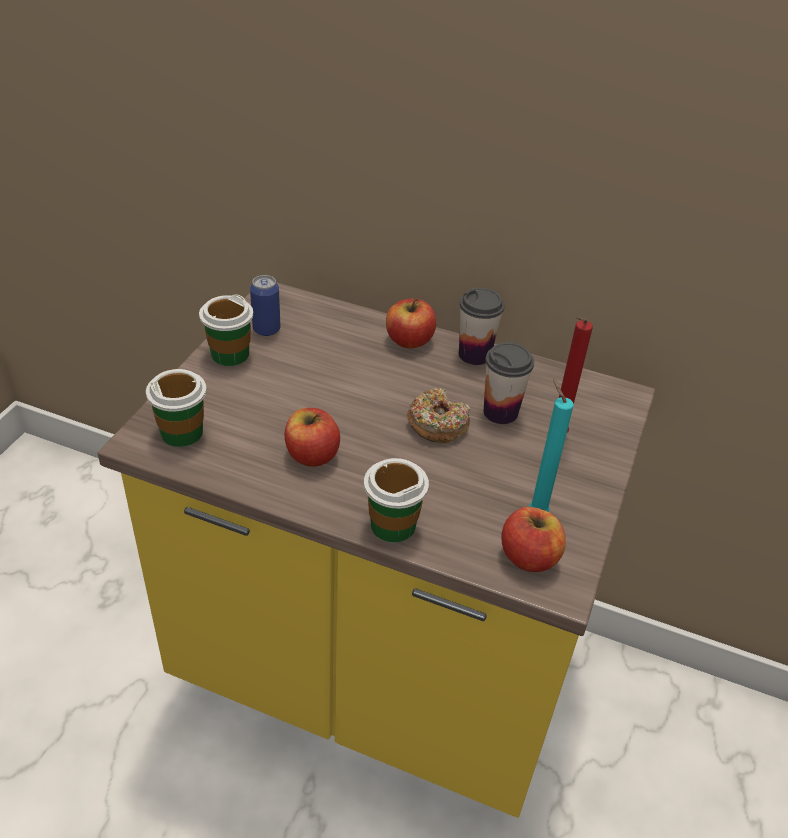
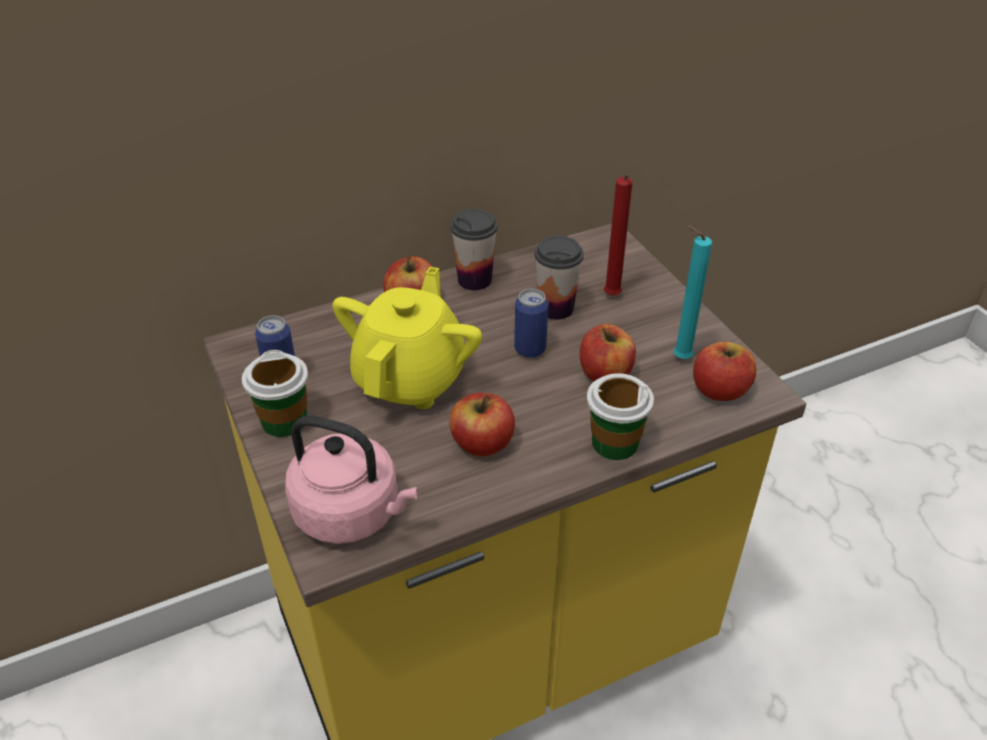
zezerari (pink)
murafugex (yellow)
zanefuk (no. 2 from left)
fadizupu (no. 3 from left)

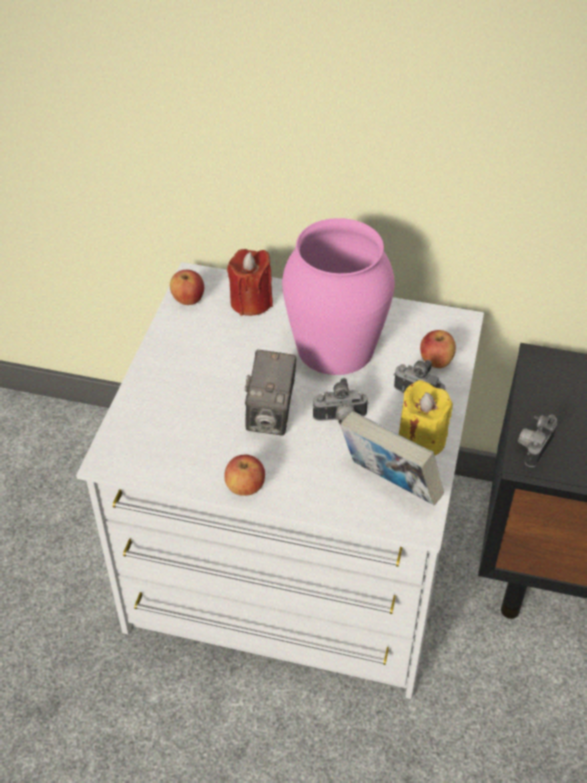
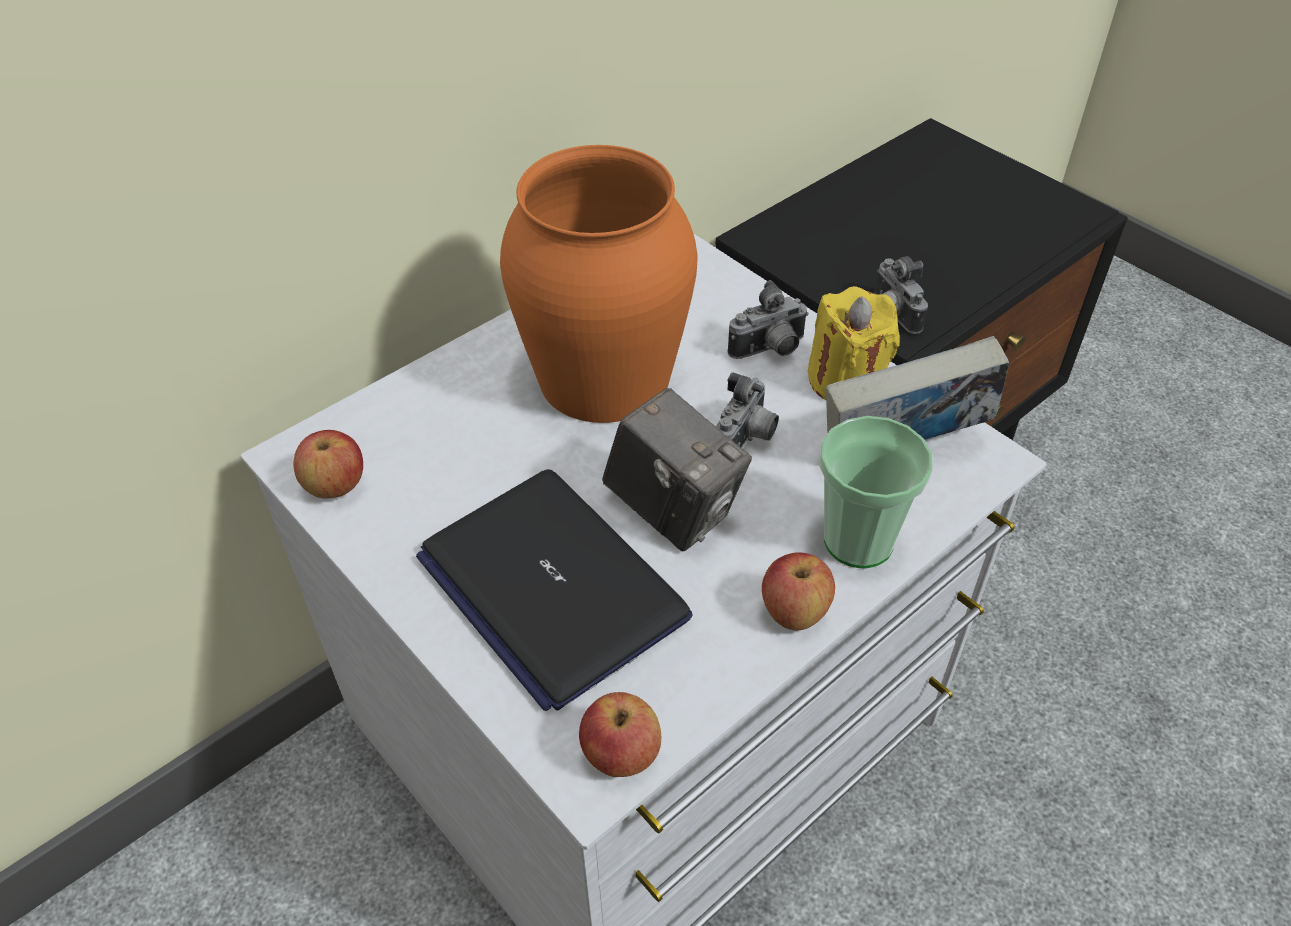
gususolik
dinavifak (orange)
fadizupu (no. 2 from left)
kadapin
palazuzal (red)

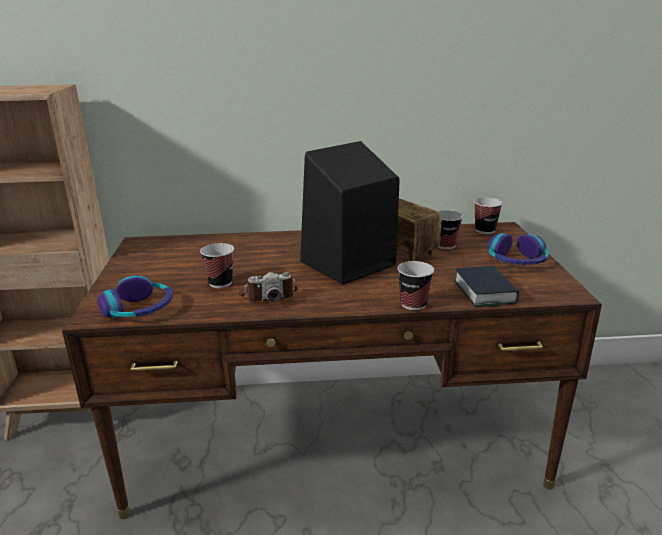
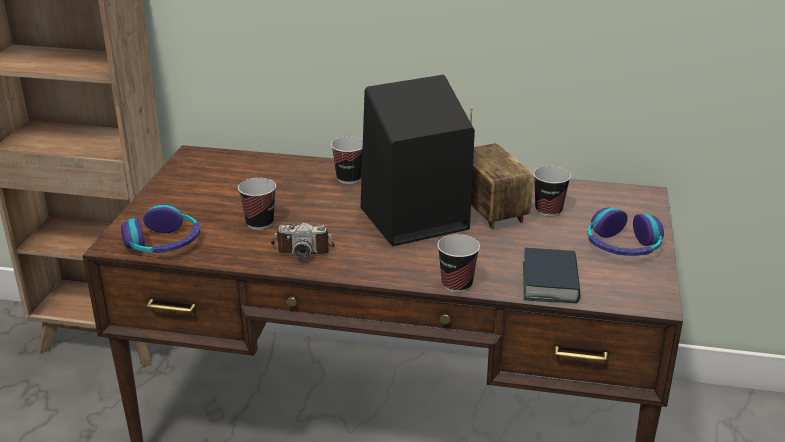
kadapin (no. 2 from left)

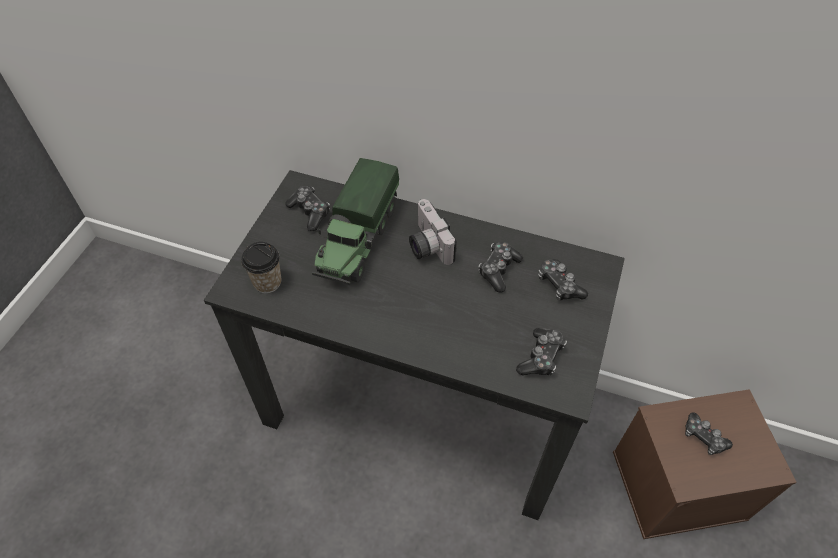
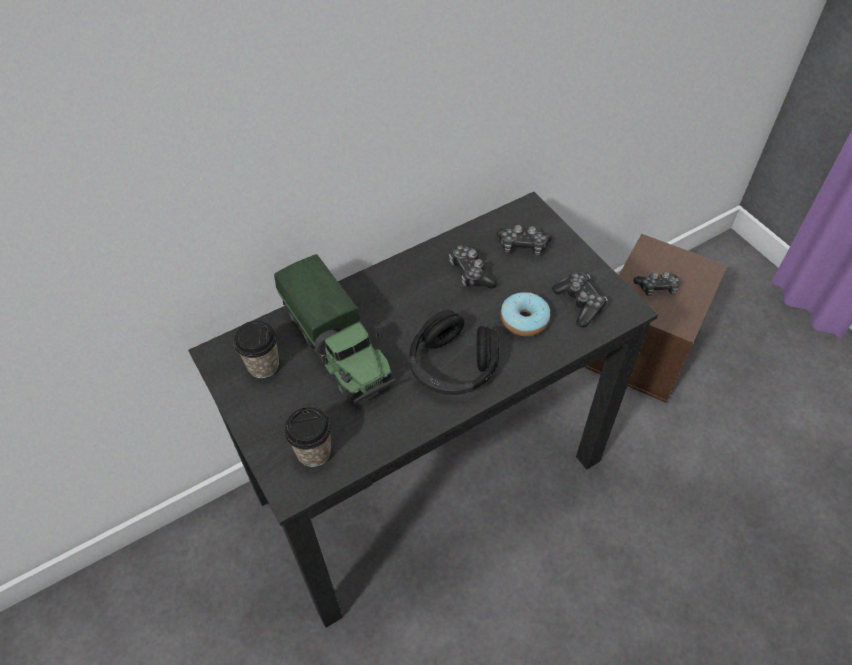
kadapin (no. 1 from left)
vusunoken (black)
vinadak
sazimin

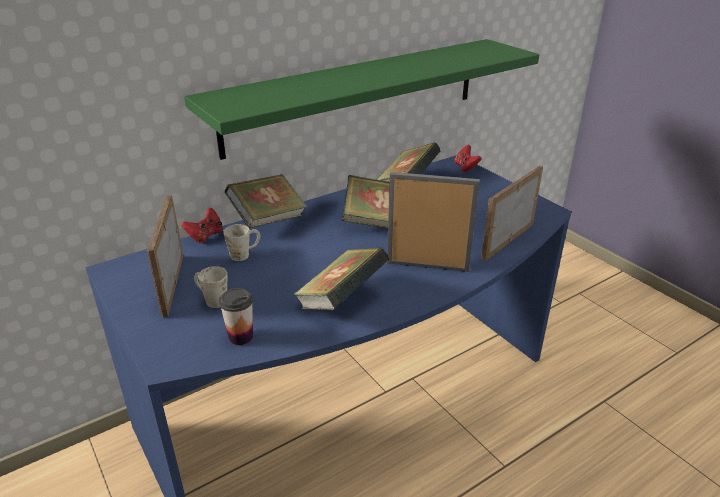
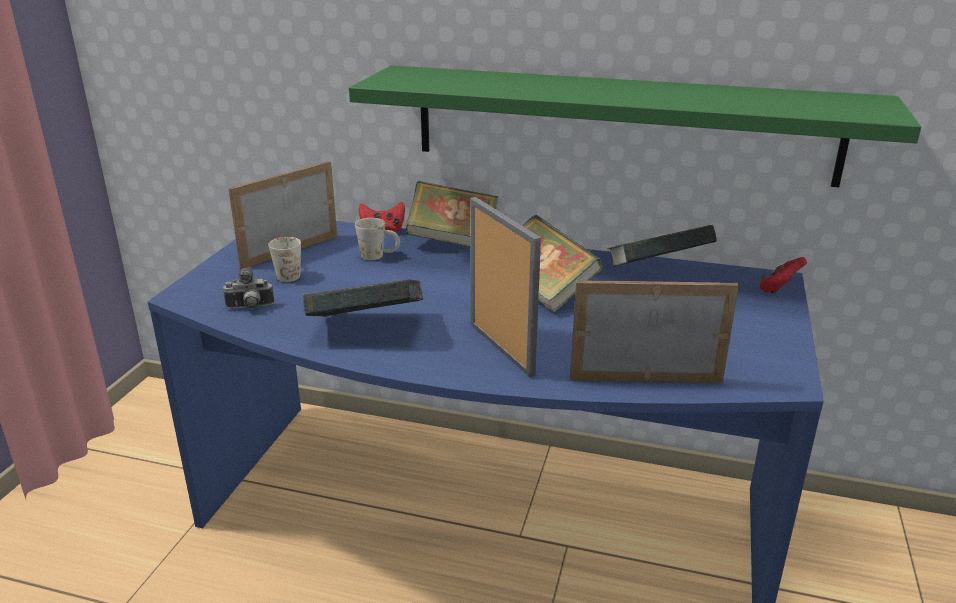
sazimin

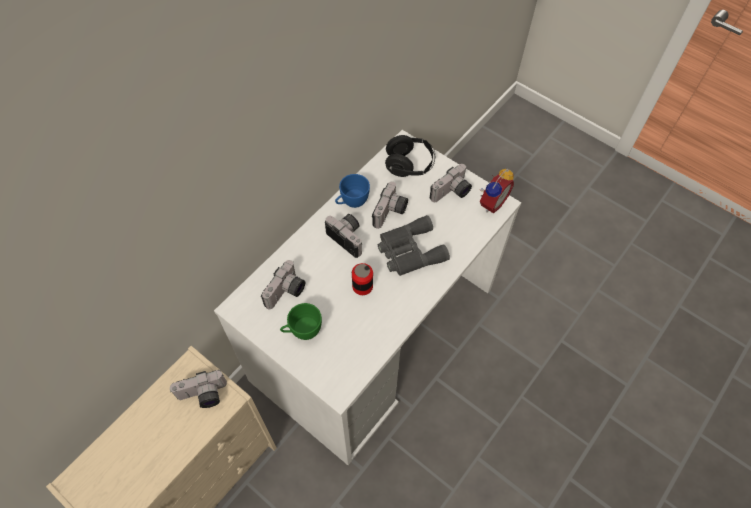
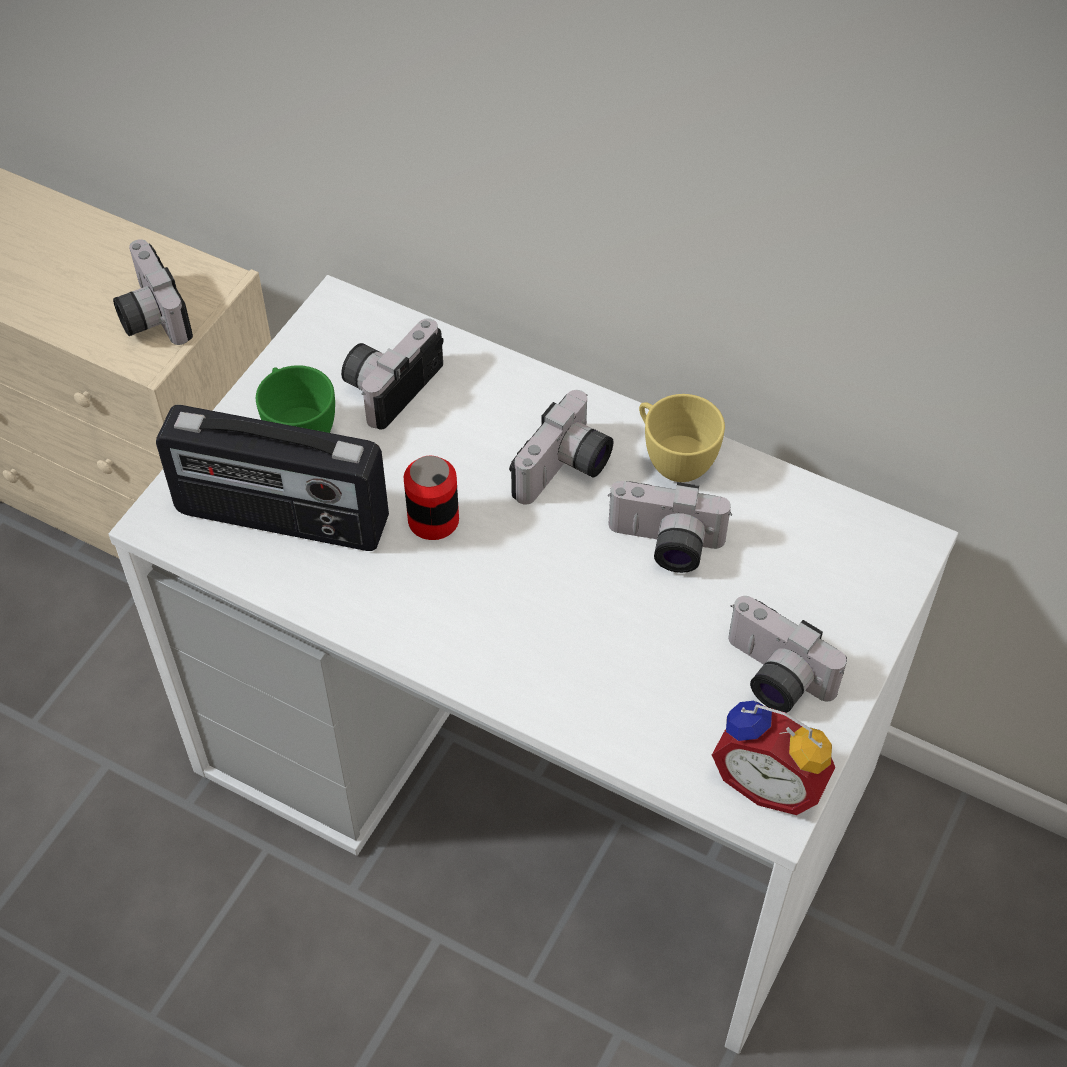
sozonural
sazimin (no. 2 from left)
kadapin (yellow)
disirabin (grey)
vusunoken (black)

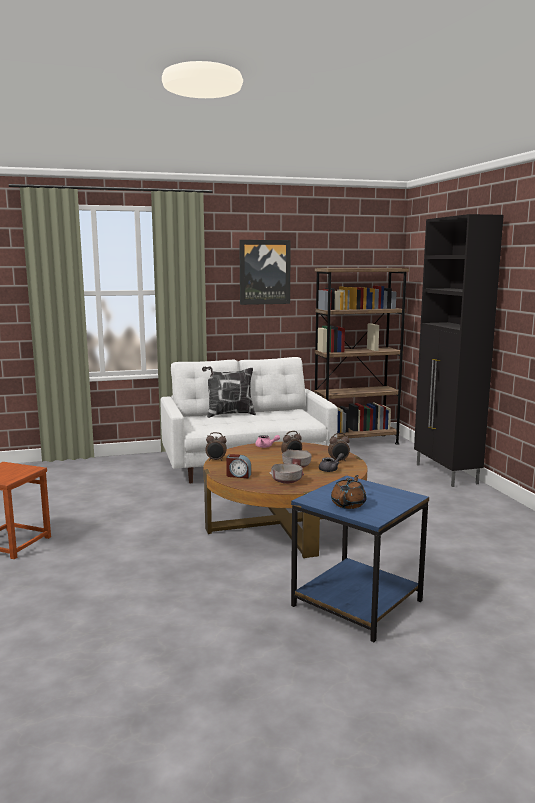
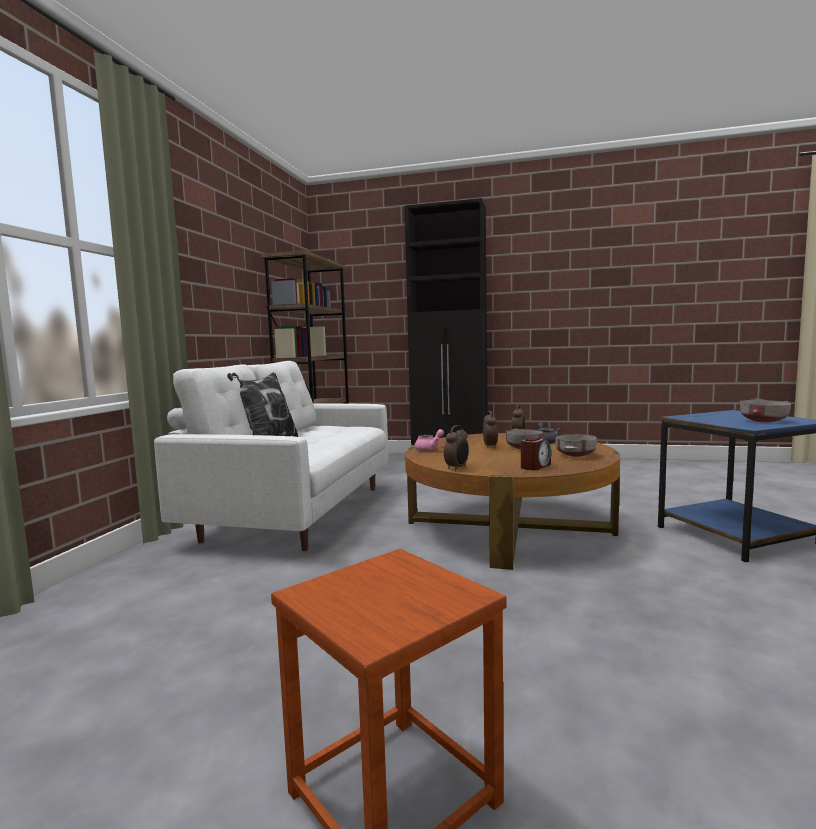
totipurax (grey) (no. 3 from left)
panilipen

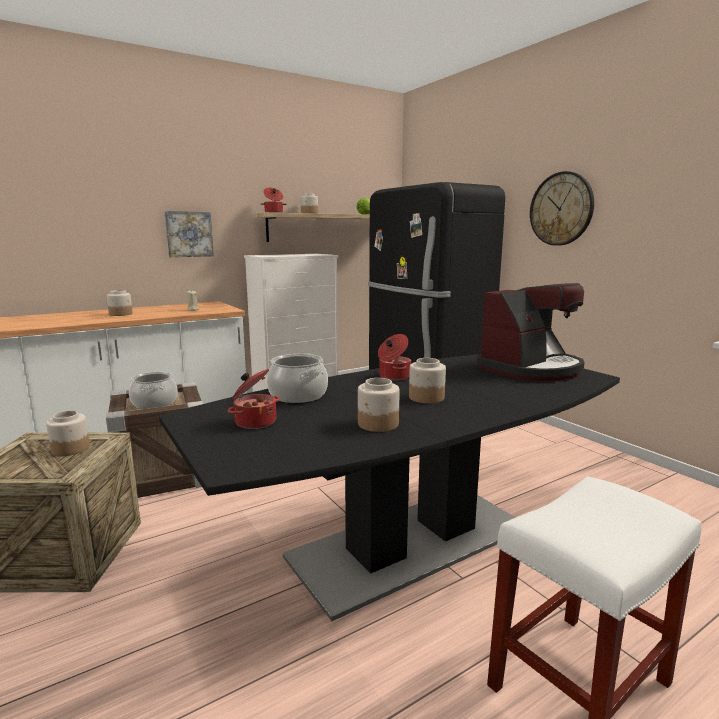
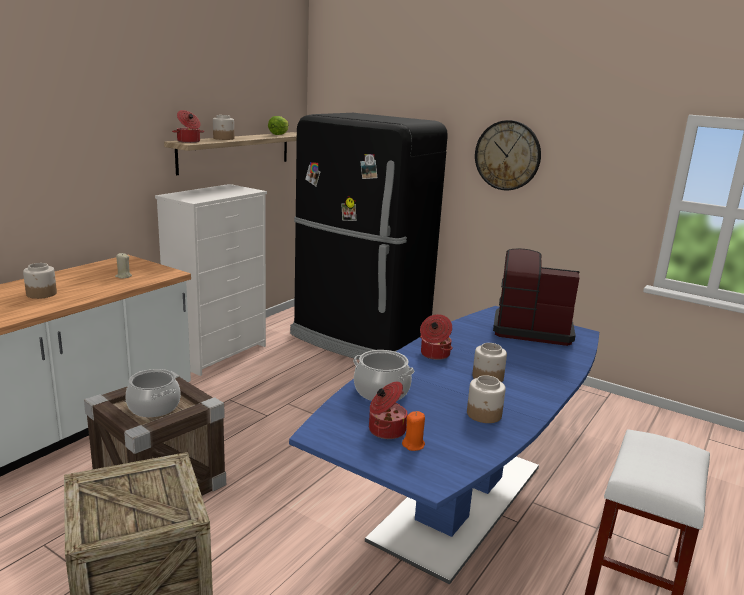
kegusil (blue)
palazuzal (orange)
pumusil
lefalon (no. 1 from left in the first image)
panilipen

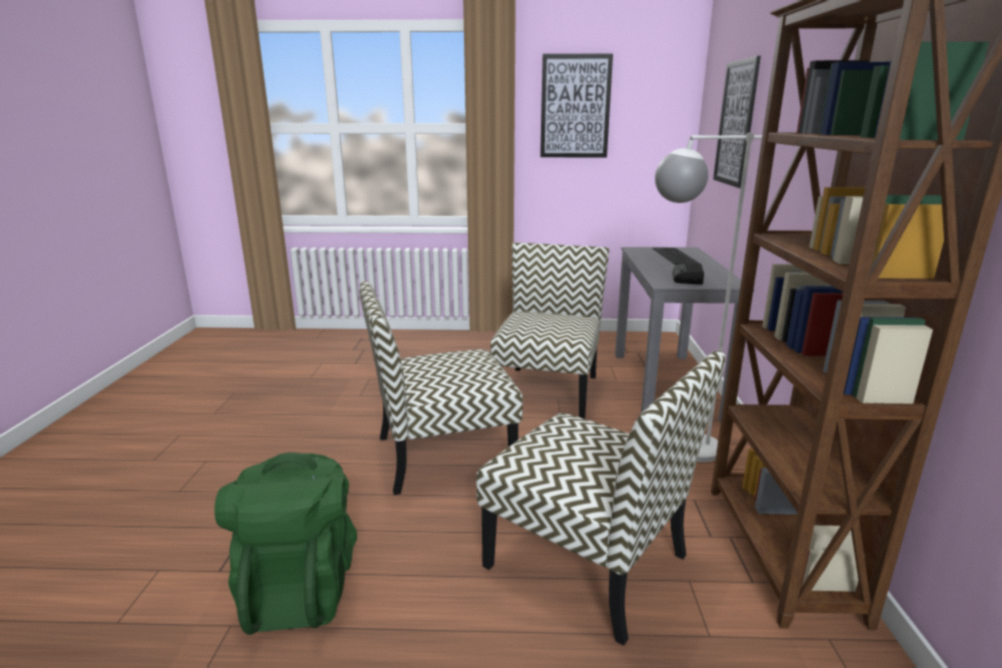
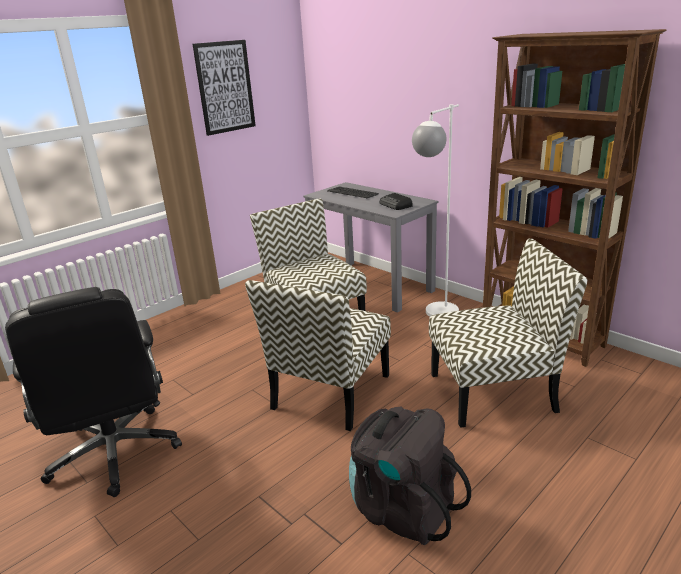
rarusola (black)
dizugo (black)
panilipen (no. 2 from left in the first image)

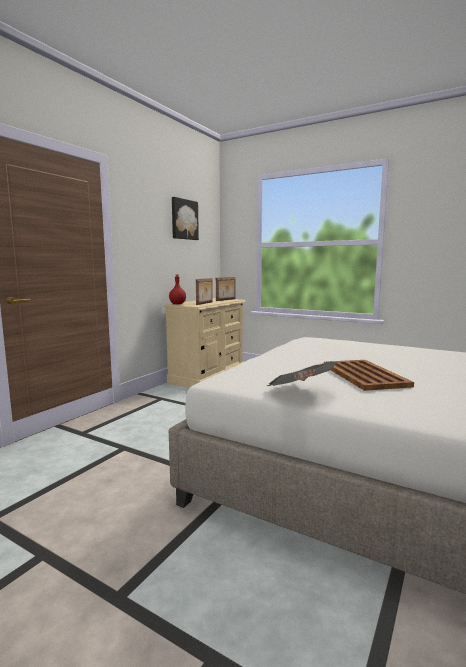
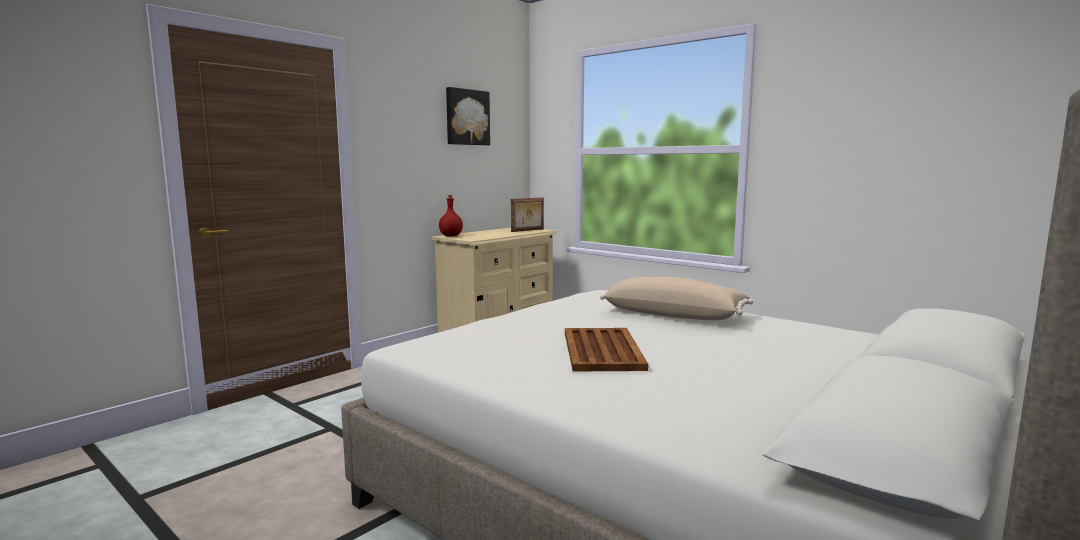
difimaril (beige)
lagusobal (no. 1 from left in the first image)
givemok

